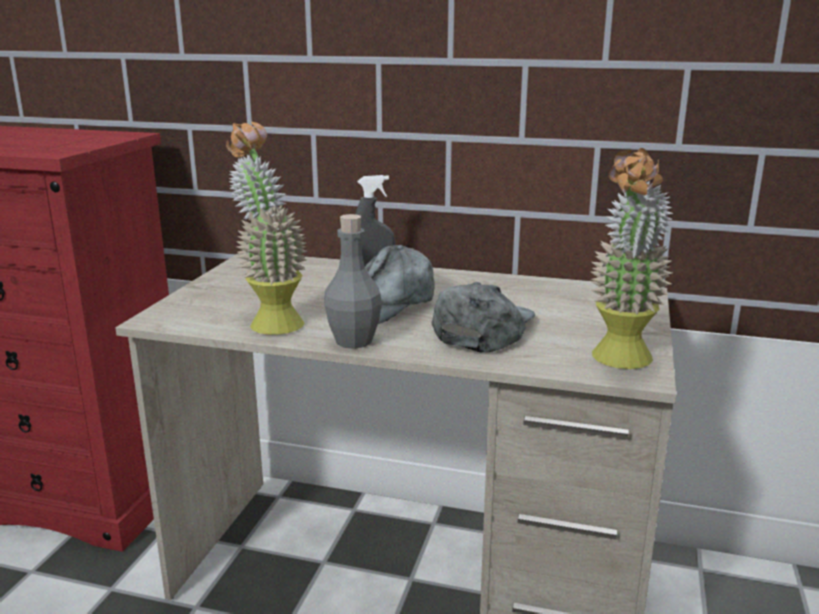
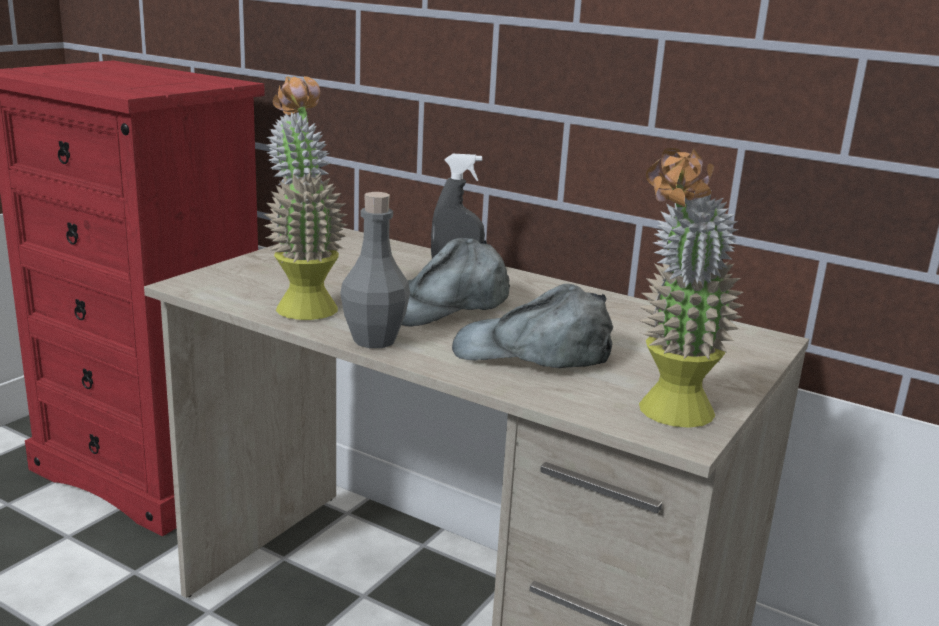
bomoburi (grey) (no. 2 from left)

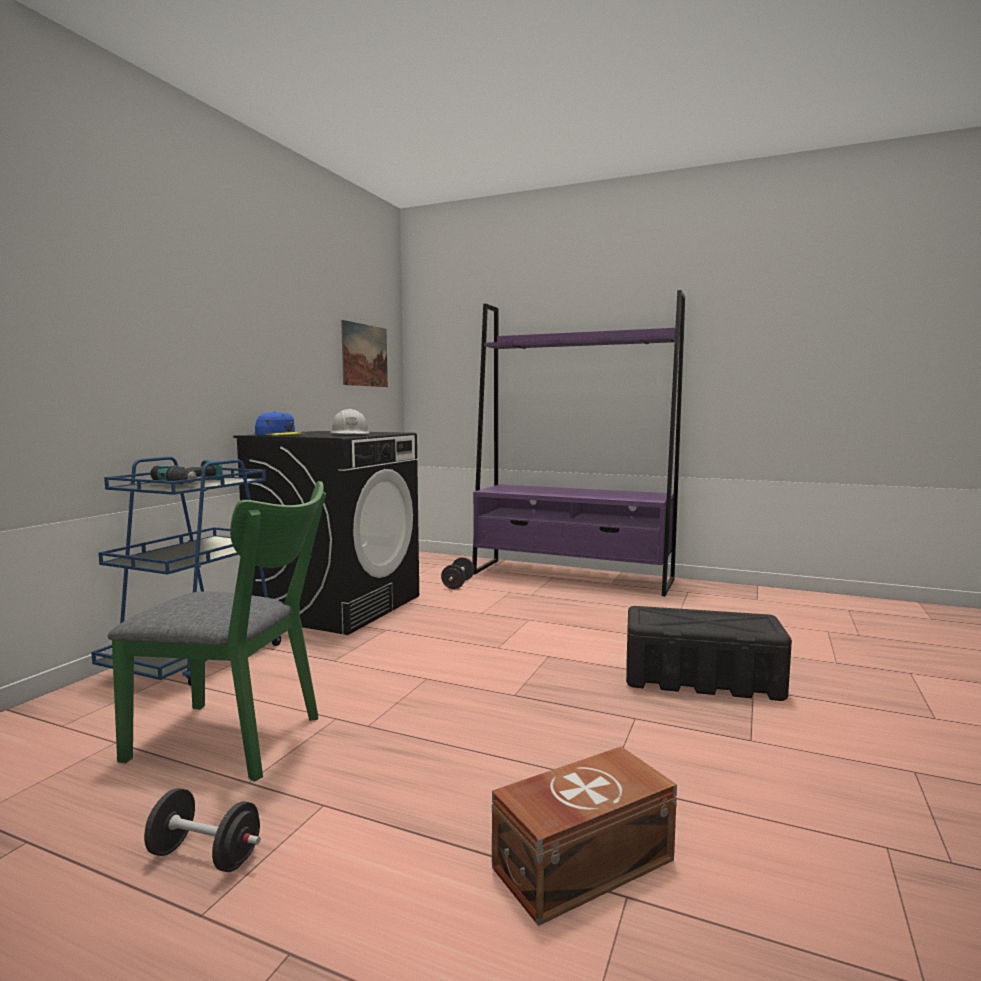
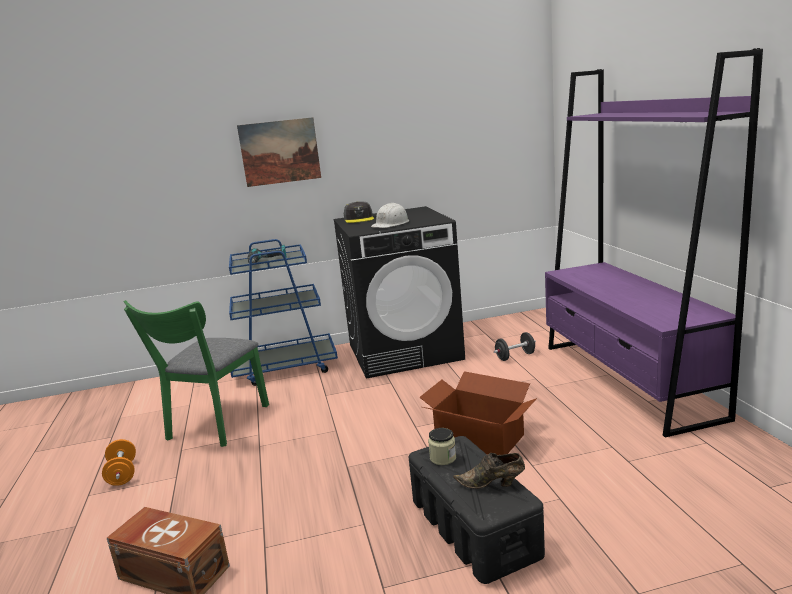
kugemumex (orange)
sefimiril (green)
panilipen
bomoburi (grey)
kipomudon
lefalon
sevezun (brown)

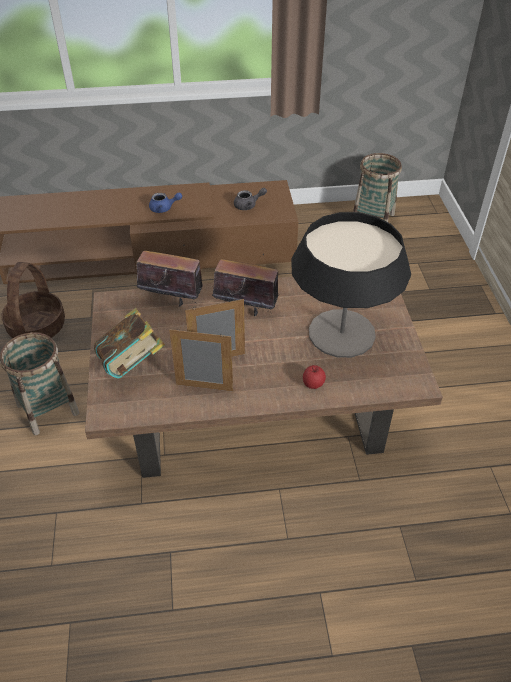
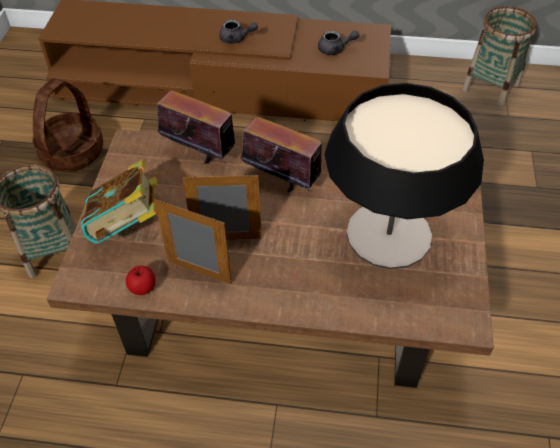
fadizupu
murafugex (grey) (no. 1 from left)

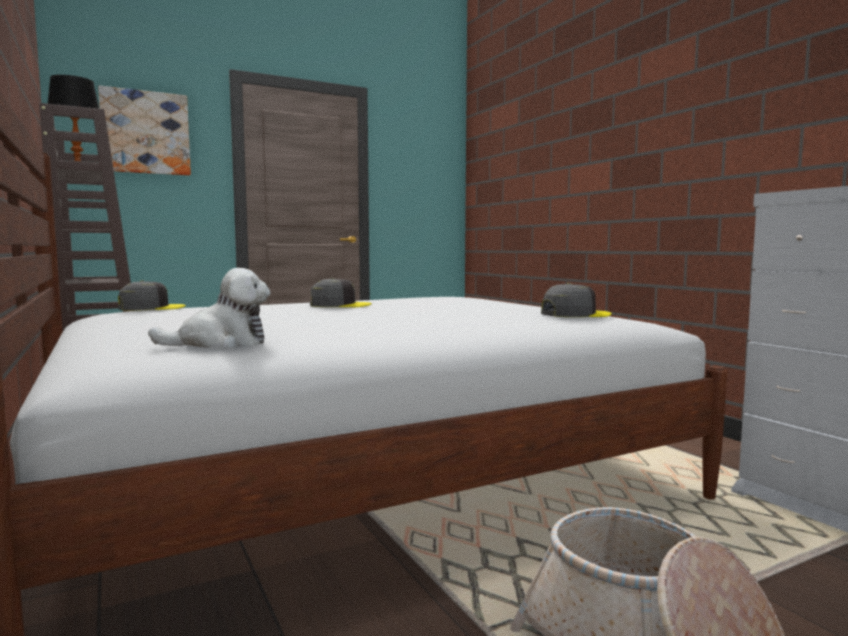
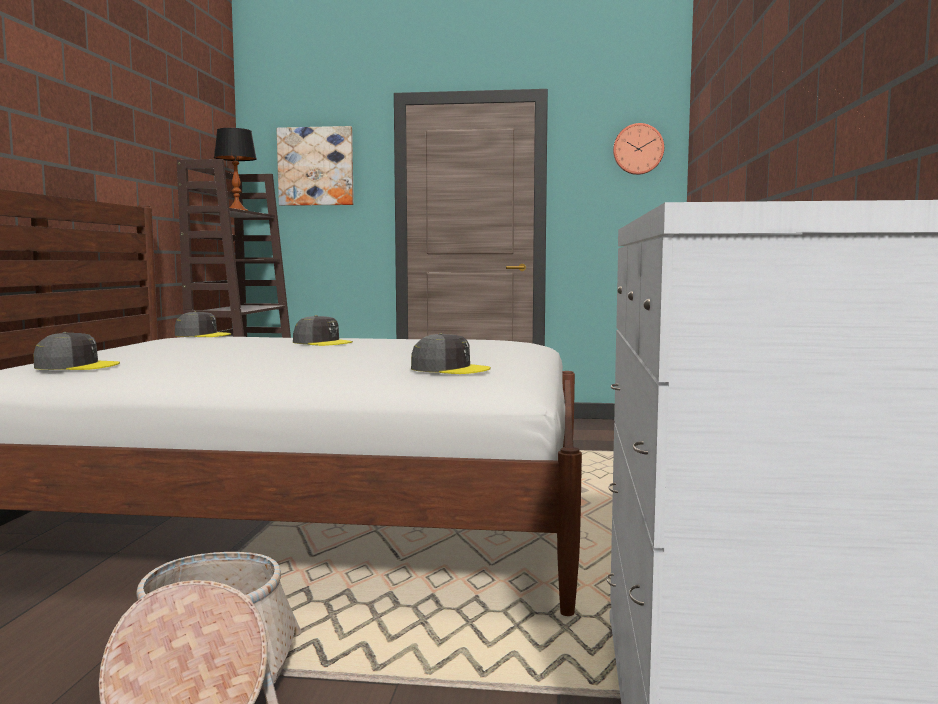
bomoburi (grey) (no. 1 from left)
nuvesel

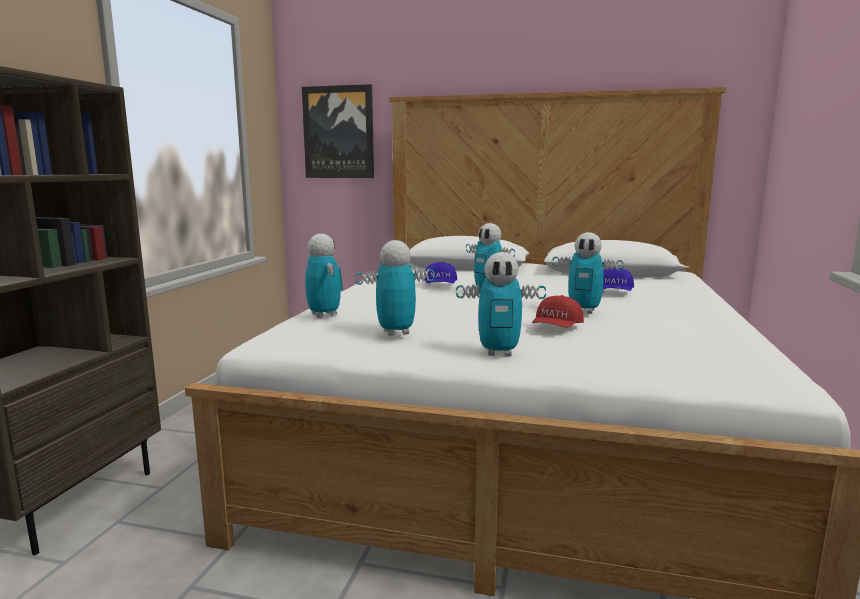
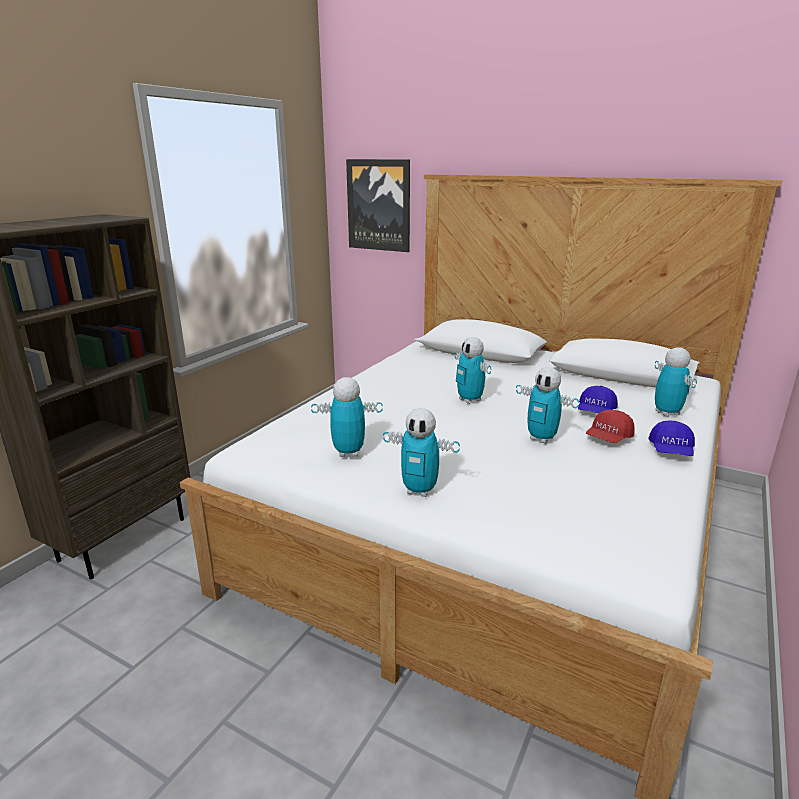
bomoburi (red)
bomoburi (blue) (no. 2 from left)
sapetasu (no. 5 from left)

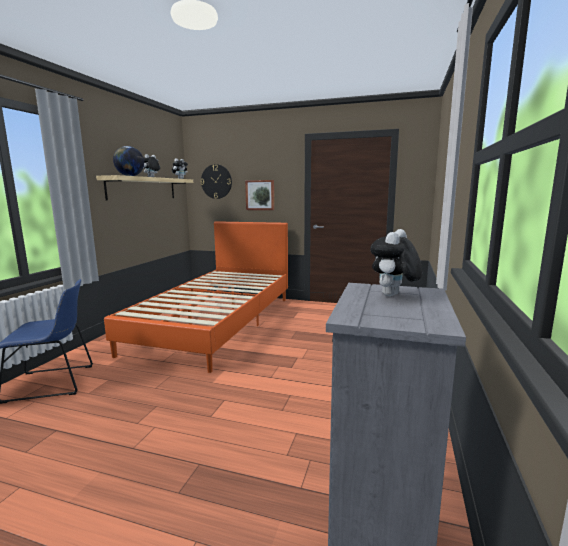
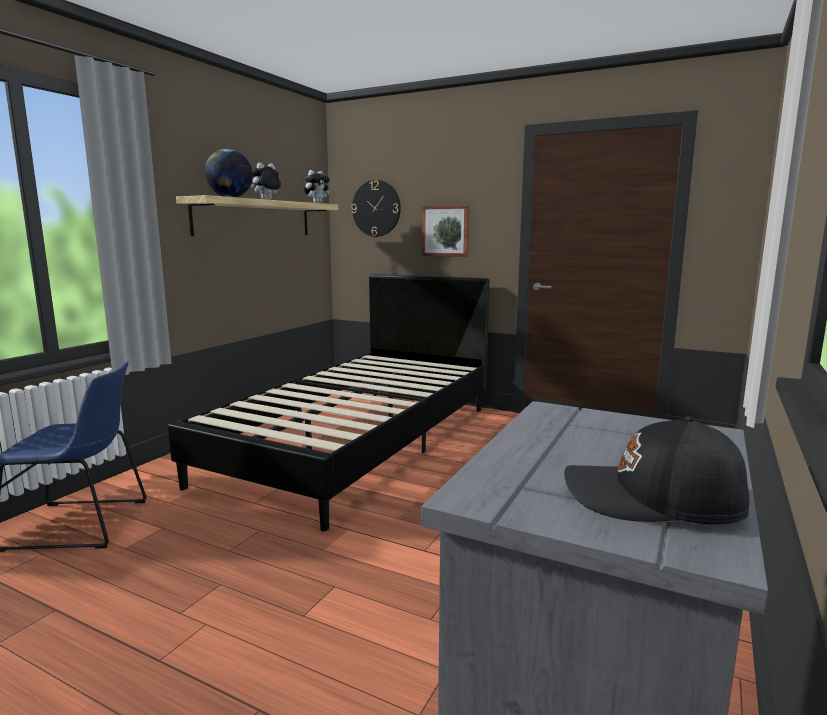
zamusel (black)
bomoburi (black)
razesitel (no. 3 from left in the first image)

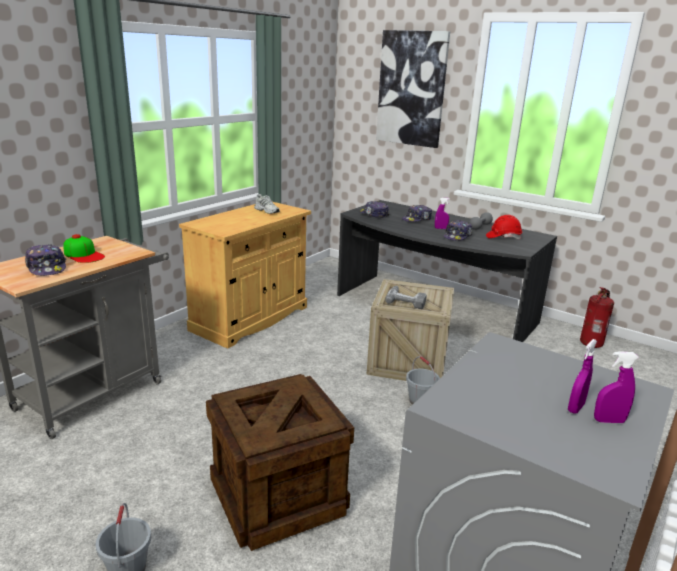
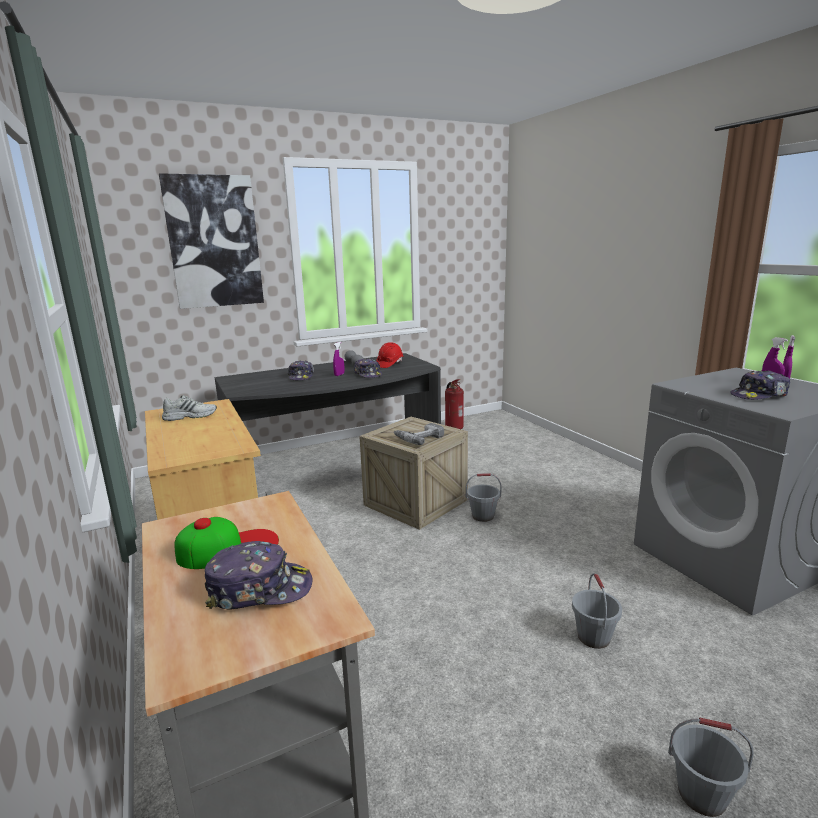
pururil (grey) (no. 2 from left)
bomoburi (no. 5 from left)

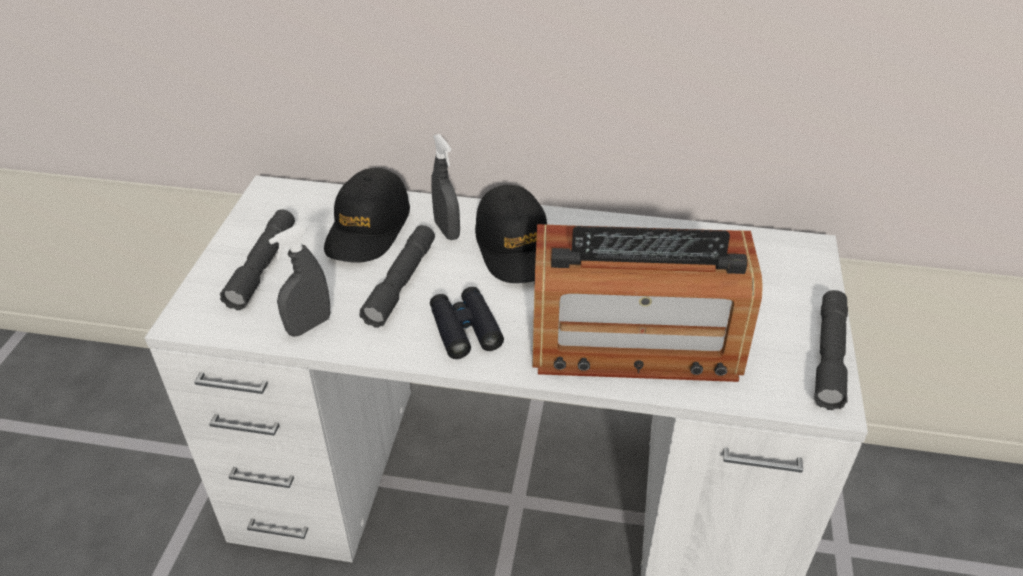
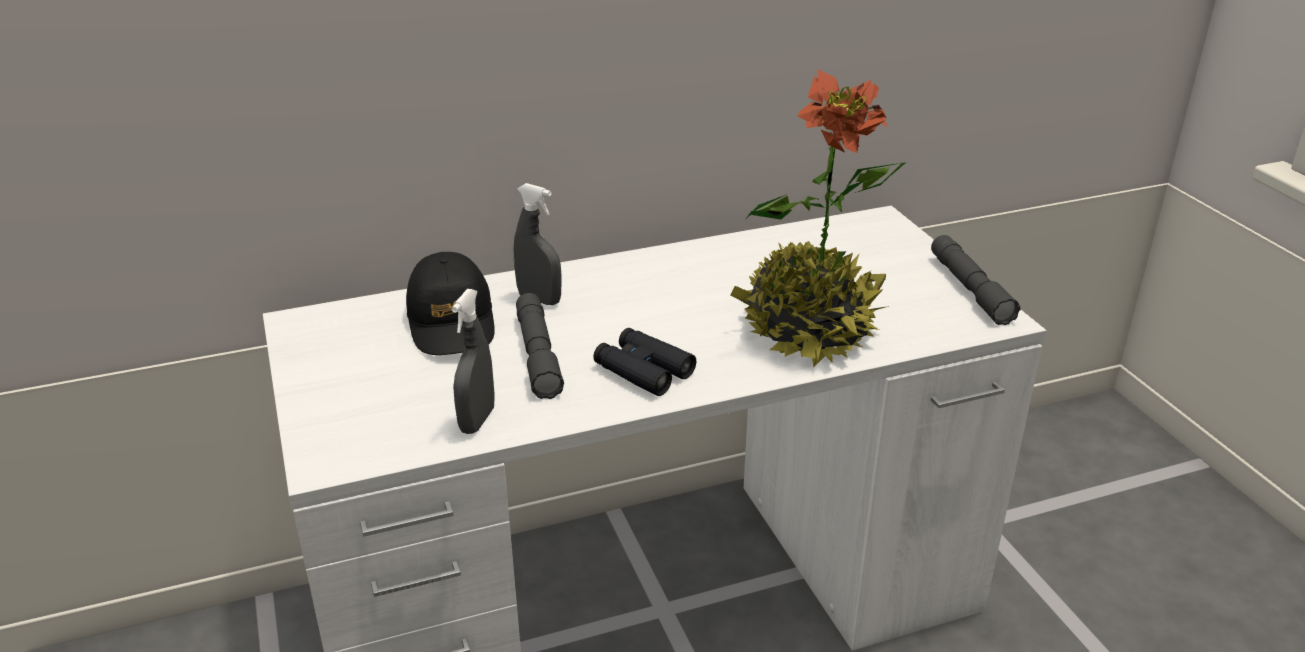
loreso
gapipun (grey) (no. 1 from left in the first image)
bomoburi (black) (no. 2 from left in the first image)

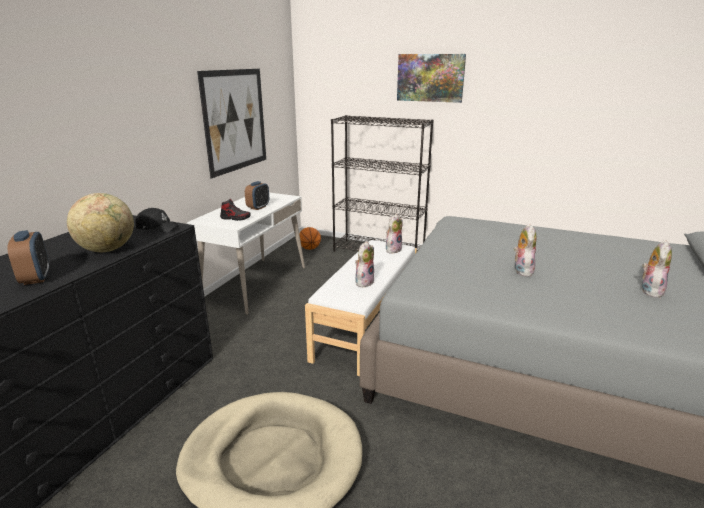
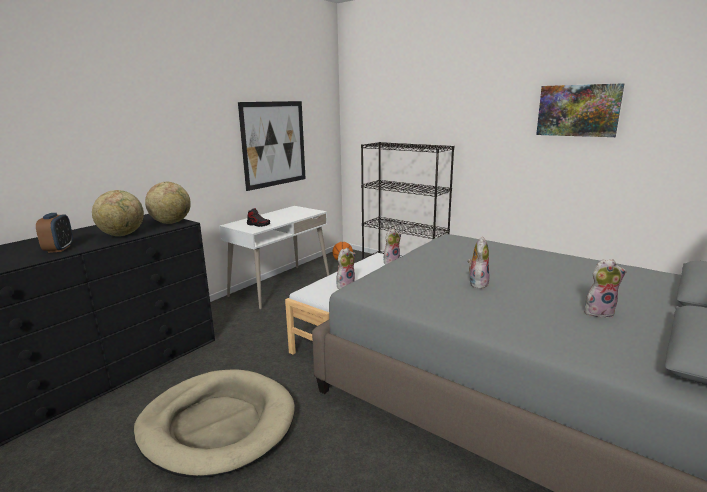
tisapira (no. 2 from left)
panilipen (no. 2 from left)
razesitel (no. 4 from left)
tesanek (no. 2 from left in the first image)

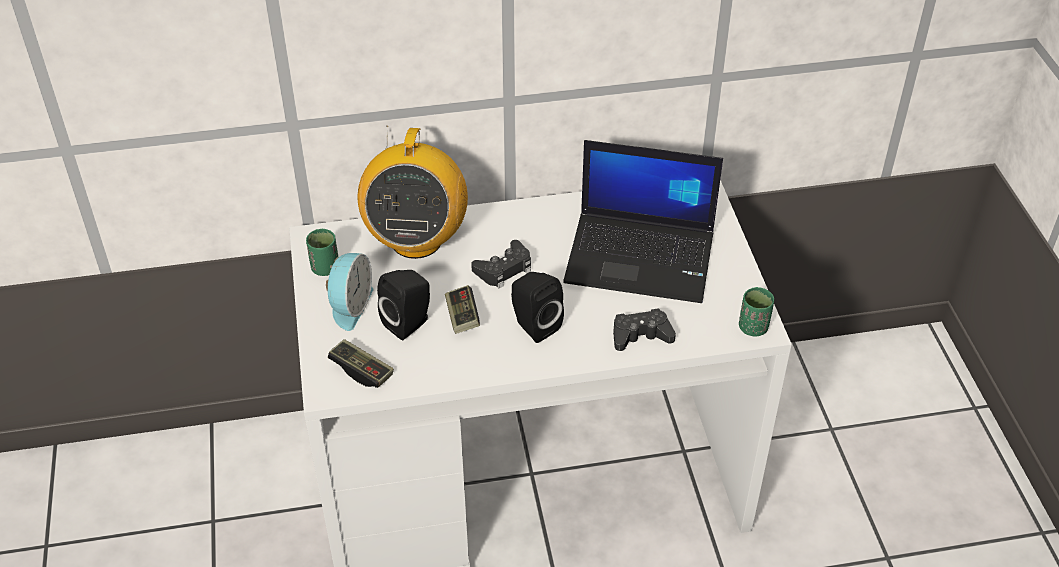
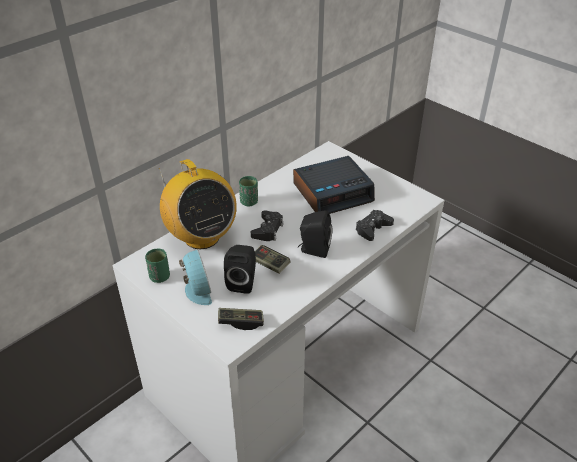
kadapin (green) (no. 2 from left)
tesanek (no. 2 from left)

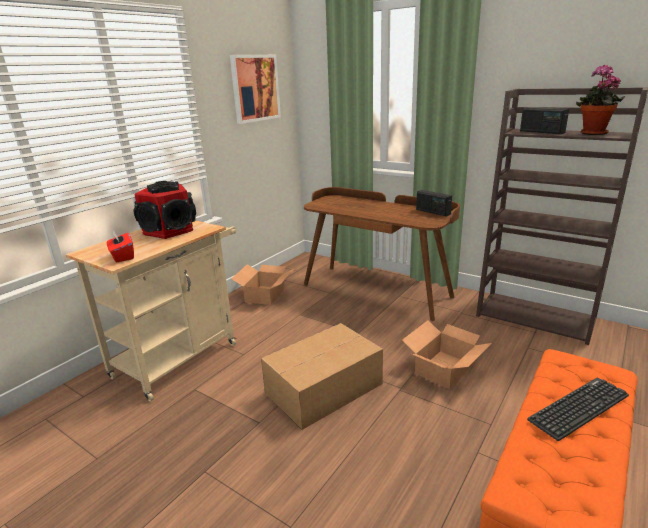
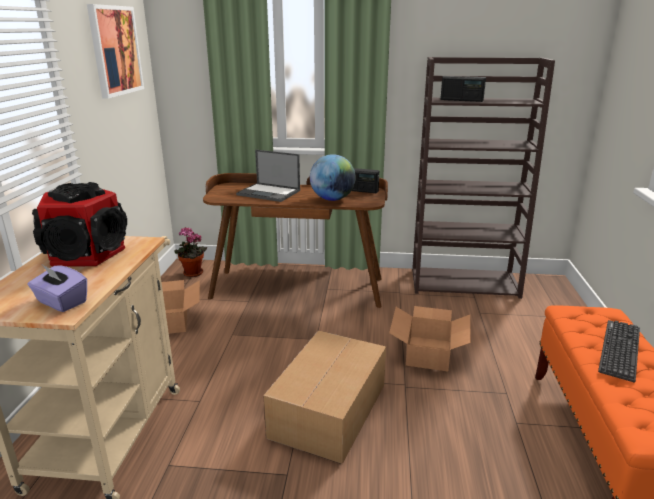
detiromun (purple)
loreso
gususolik
tisapira

